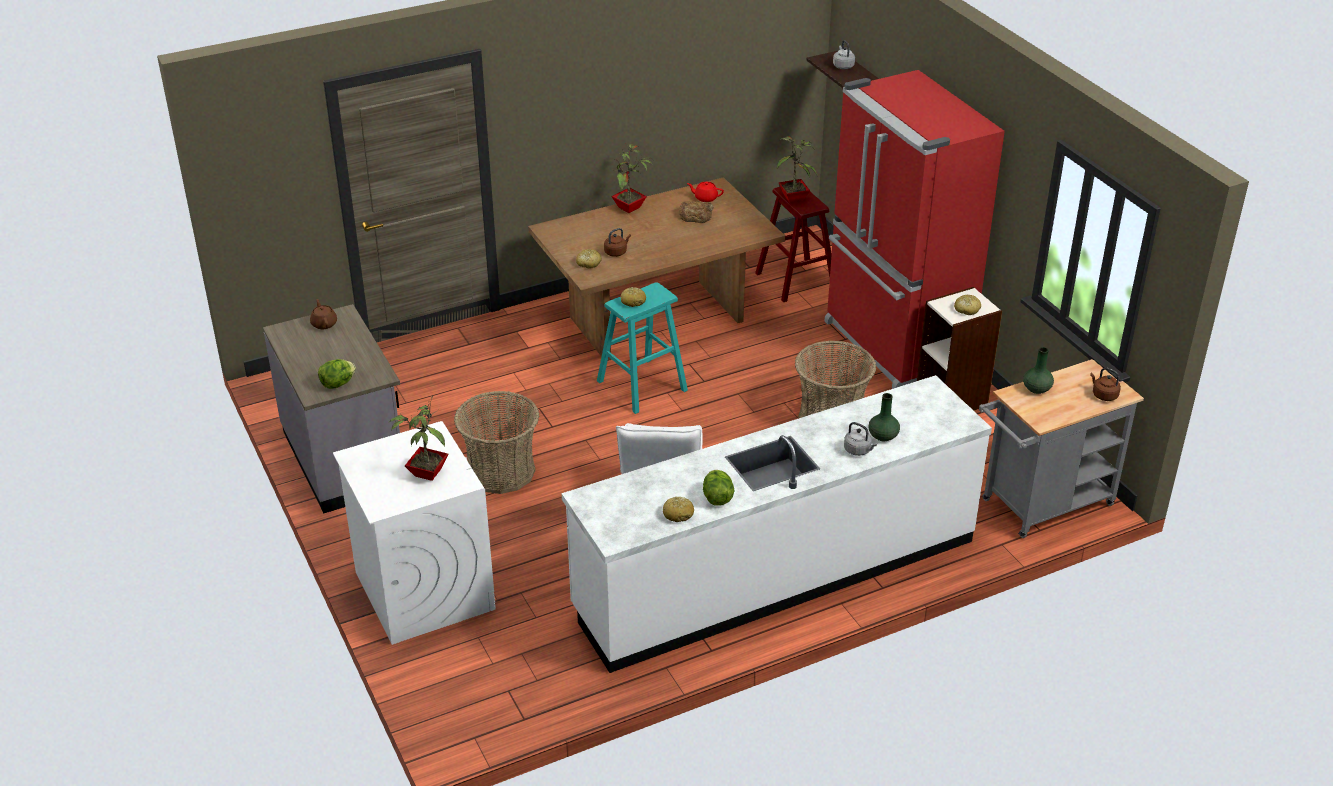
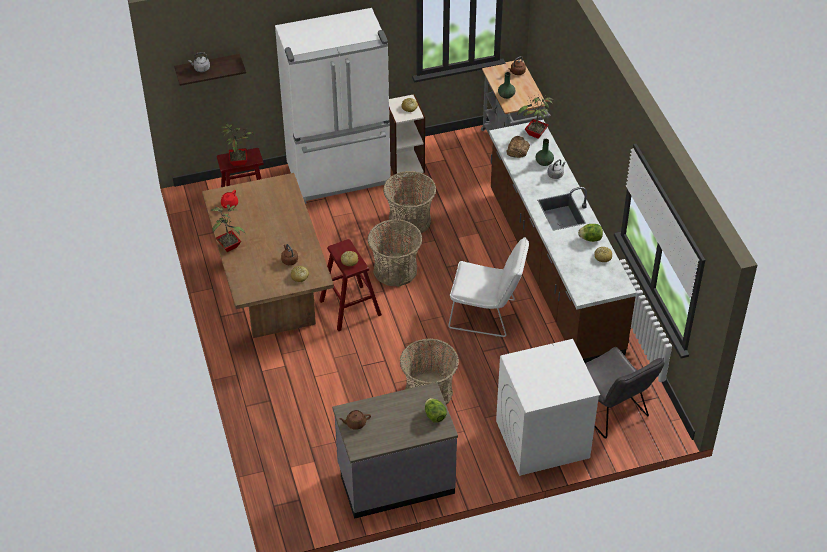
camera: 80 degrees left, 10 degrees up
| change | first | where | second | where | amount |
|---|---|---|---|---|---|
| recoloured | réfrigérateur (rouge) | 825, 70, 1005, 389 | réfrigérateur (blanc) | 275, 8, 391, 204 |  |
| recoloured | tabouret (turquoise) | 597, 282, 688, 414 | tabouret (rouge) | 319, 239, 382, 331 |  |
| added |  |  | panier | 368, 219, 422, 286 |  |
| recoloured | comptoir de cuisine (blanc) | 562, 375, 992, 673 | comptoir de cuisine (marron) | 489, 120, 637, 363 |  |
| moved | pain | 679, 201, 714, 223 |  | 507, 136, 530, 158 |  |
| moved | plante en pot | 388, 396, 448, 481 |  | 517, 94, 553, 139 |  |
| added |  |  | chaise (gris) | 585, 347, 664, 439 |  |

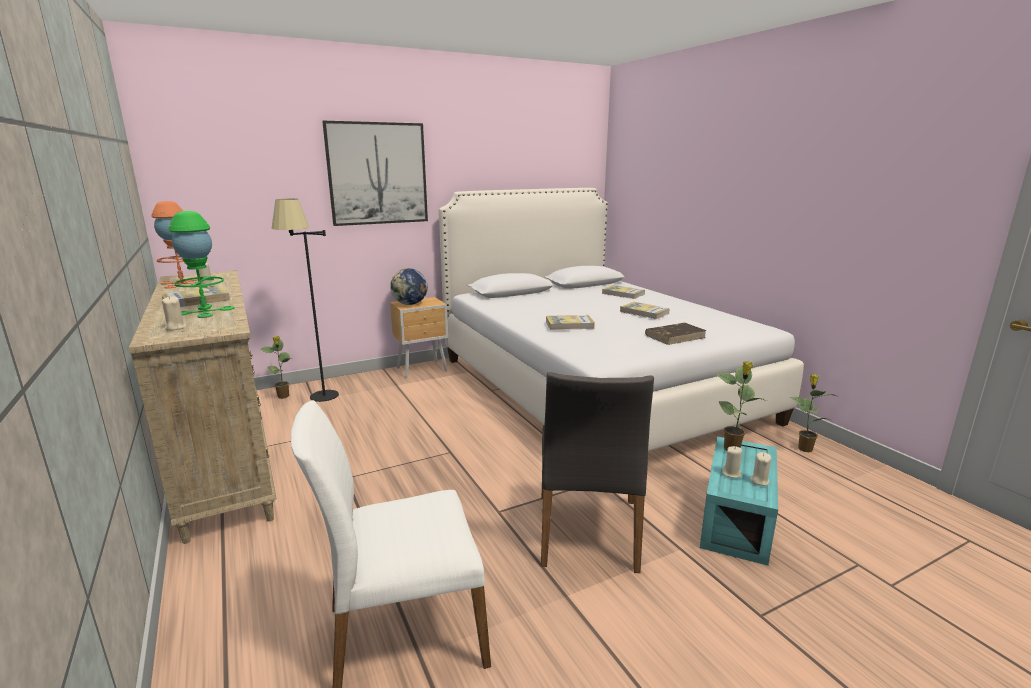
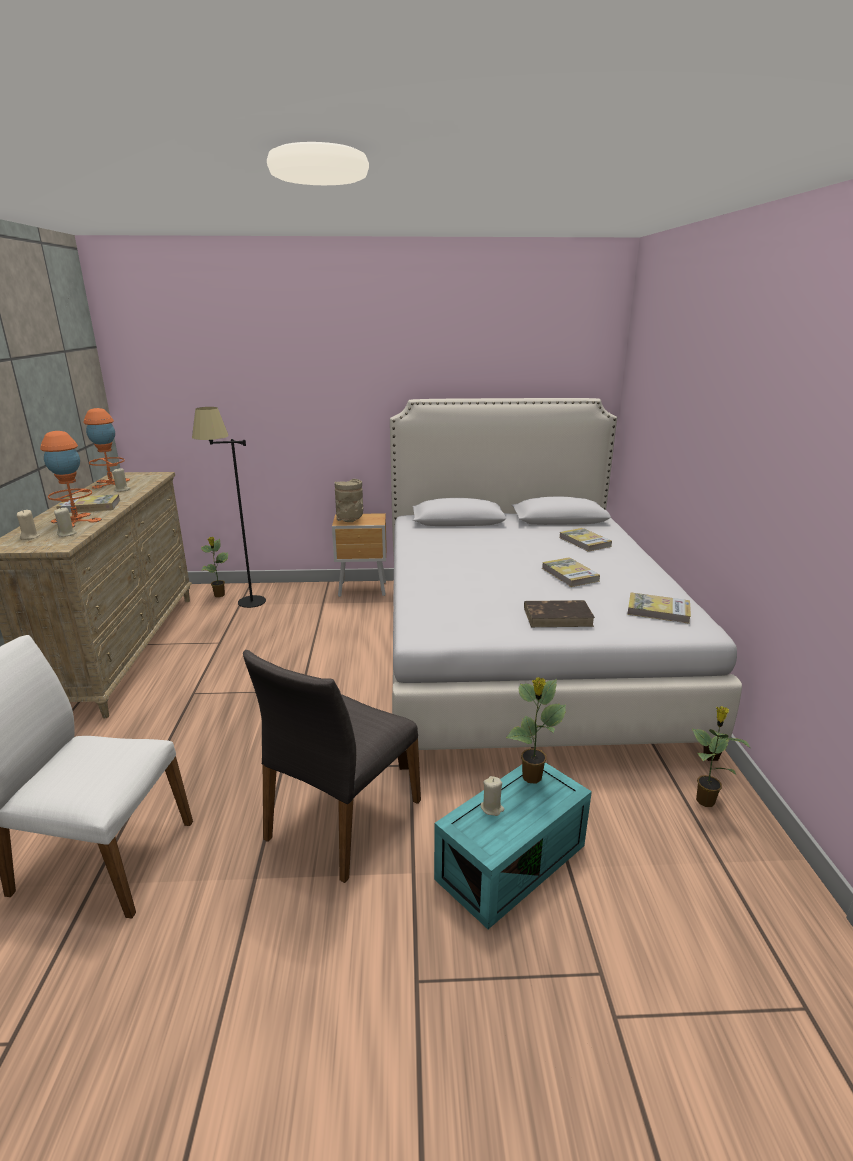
camera: 25 degrees right, 5 degrees up
| change | first | where | second | where | amount |
|---|---|---|---|---|---|
| recoloured | lampe de table (vert) | 168, 211, 234, 318 | lampe de table (orange) | 40, 431, 102, 527 |  |
| moved | bougie (beige) | 750, 452, 771, 486 |  | 54, 507, 77, 537 |  |
| replaced | globe | 390, 268, 428, 305 | vase (beige) | 334, 479, 363, 522 |  |
| moved | livre | 546, 315, 595, 330 |  | 627, 592, 691, 624 |  |
| removed | tableau | 322, 121, 428, 226 |  |  |  |

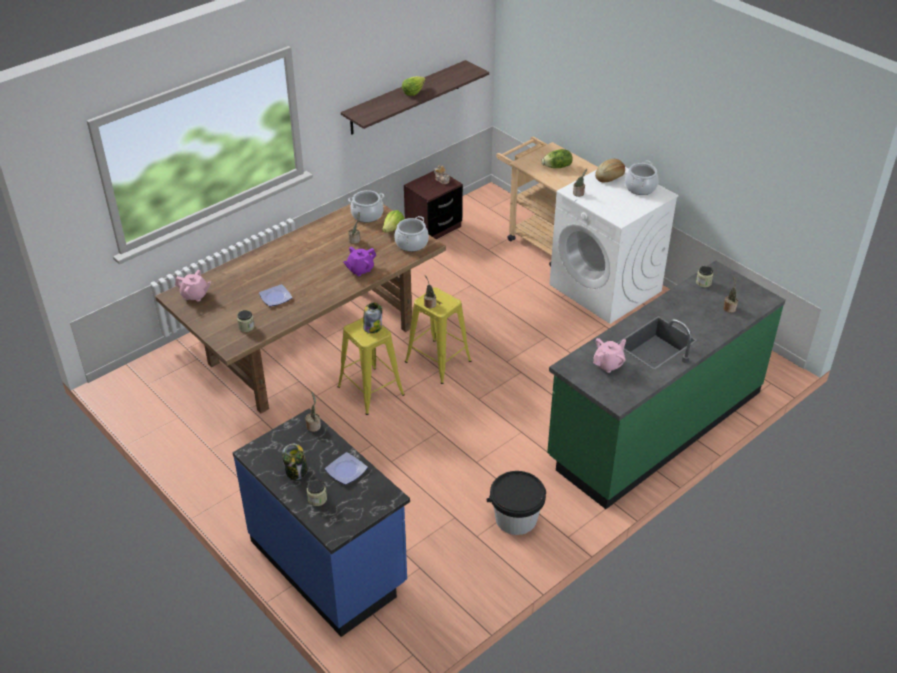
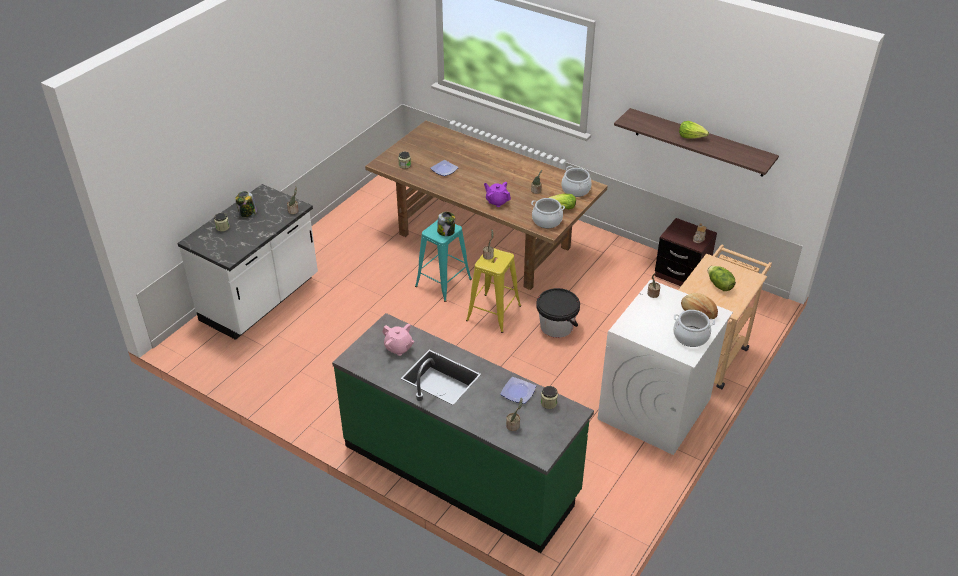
camera: 75 degrees right, 0 degrees up
| change | first | where | second | where | amount |
|---|---|---|---|---|---|
| recoloured | comptoir de cuisine (bleu) | 233, 409, 410, 637 | comptoir de cuisine (blanc) | 178, 184, 318, 340 |  |
| recoloured | tabouret (jaune) | 337, 317, 405, 415 | tabouret (turquoise) | 415, 220, 472, 302 |  |
| moved | assiette | 325, 452, 368, 485 |  | 500, 377, 536, 404 |  |
| moved | seau (noir) | 486, 471, 546, 535 |  | 536, 288, 580, 338 |  |
| removed | théière (rose) | 175, 270, 211, 301 |  |  |  |

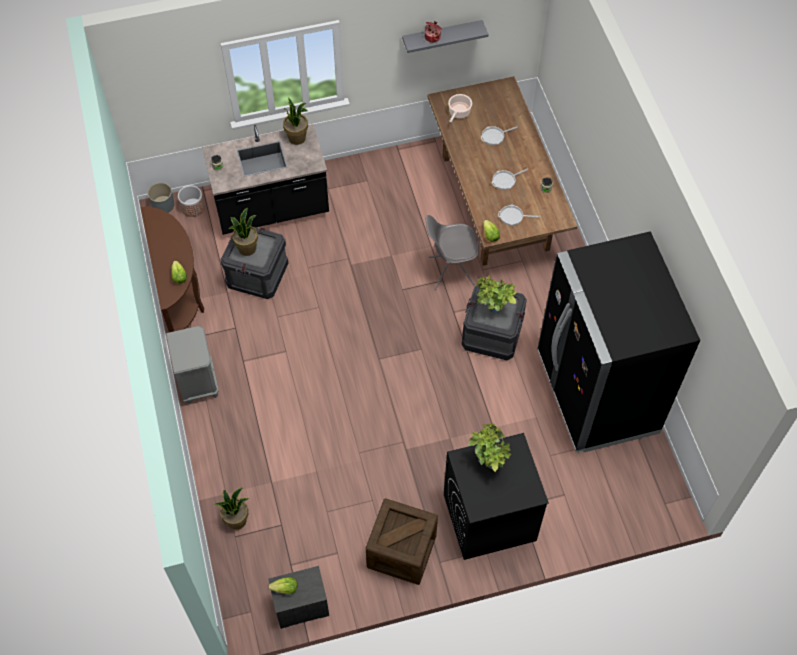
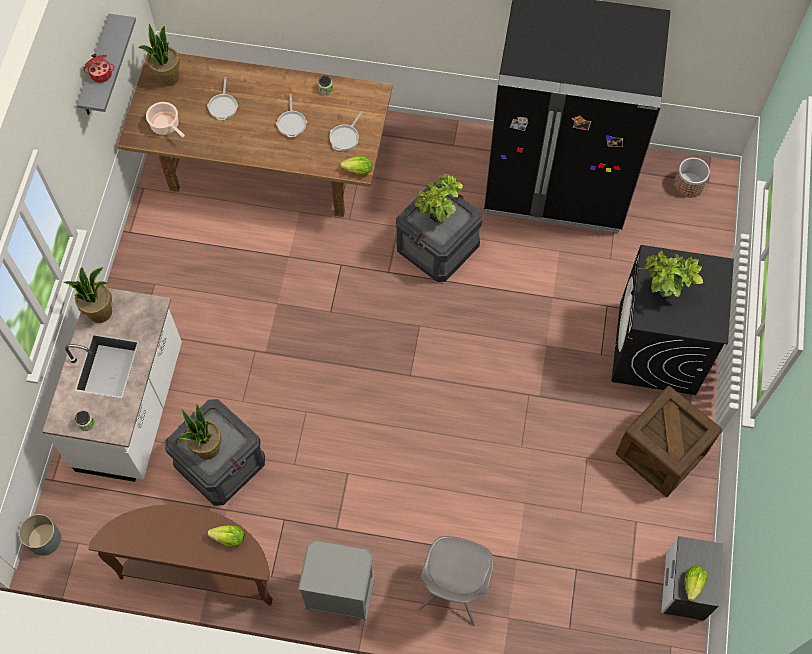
camera: 65 degrees left, 5 degrees up
| change | first | where | second | where | amount |
|---|---|---|---|---|---|
| recoloured | comptoir de cuisine (noir) | 202, 124, 329, 235 | comptoir de cuisine (blanc) | 42, 288, 182, 482 |  |
| moved | plante en pot | 214, 487, 249, 530 |  | 138, 24, 180, 86 |  |
| moved | chaise (gris) | 426, 215, 479, 290 |  | 419, 536, 493, 626 |  |
| moved | cache-pot | 178, 185, 205, 217 |  | 674, 158, 710, 198 |  |

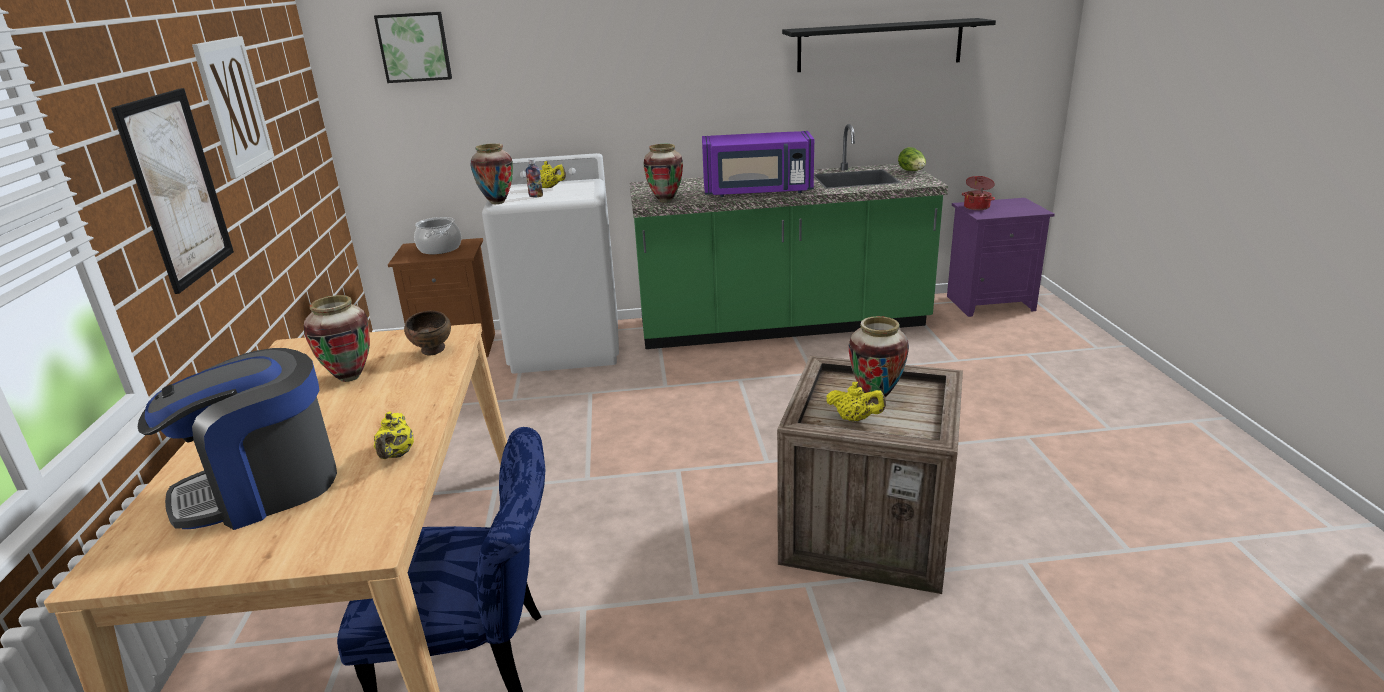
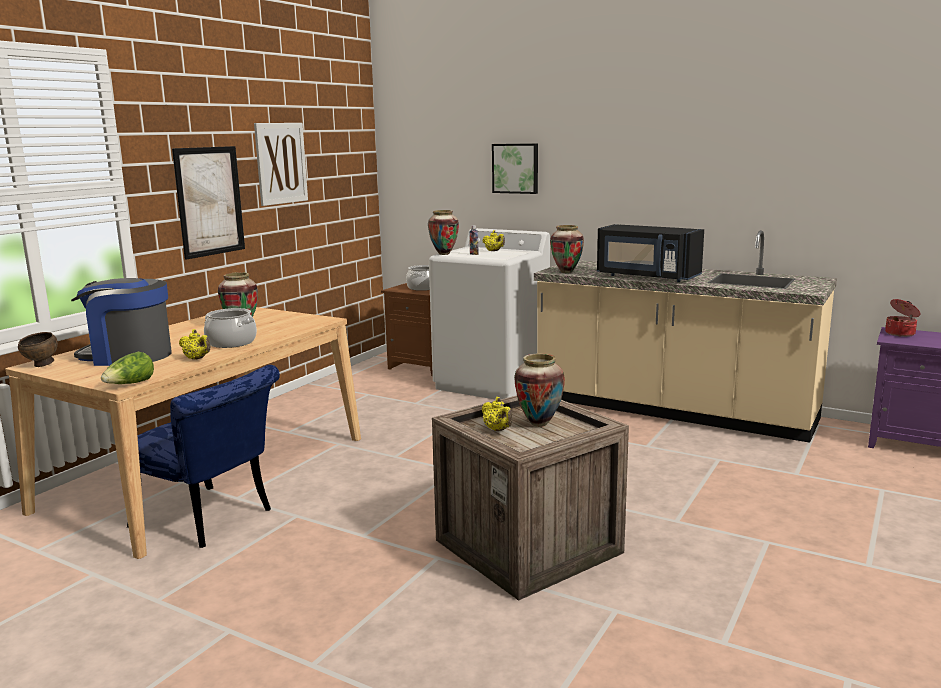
camera: 35 degrees right, 10 degrees down
| change | first | where | second | where | amount |
|---|---|---|---|---|---|
| moved | bol (marron) | 404, 311, 451, 356 |  | 18, 332, 58, 367 |  |
| moved | laitue | 898, 147, 926, 171 |  | 101, 351, 154, 384 |  |
| turned | théière (jaune) | 374, 411, 414, 459 |  | 179, 329, 211, 360 | 90 degrees counterclockwise |
| added |  |  | marmite | 204, 308, 257, 348 |  |
| moved | tableau | 374, 12, 452, 83 |  | 492, 143, 538, 194 |  |
| recoloured | comptoir de cuisine (vert) | 630, 124, 948, 349 | comptoir de cuisine (beige) | 534, 230, 837, 443 |  |
| recoloured | micro-ondes (violet) | 702, 131, 814, 197 | micro-ondes (noir) | 597, 224, 704, 282 |  |
| removed | étagère (noir) | 782, 18, 996, 72 |  |  |  |

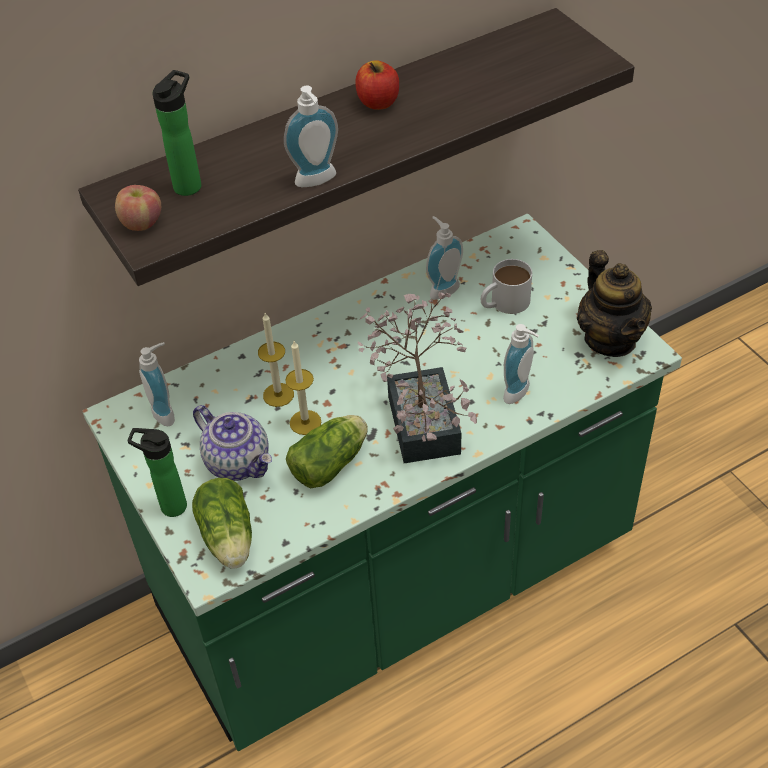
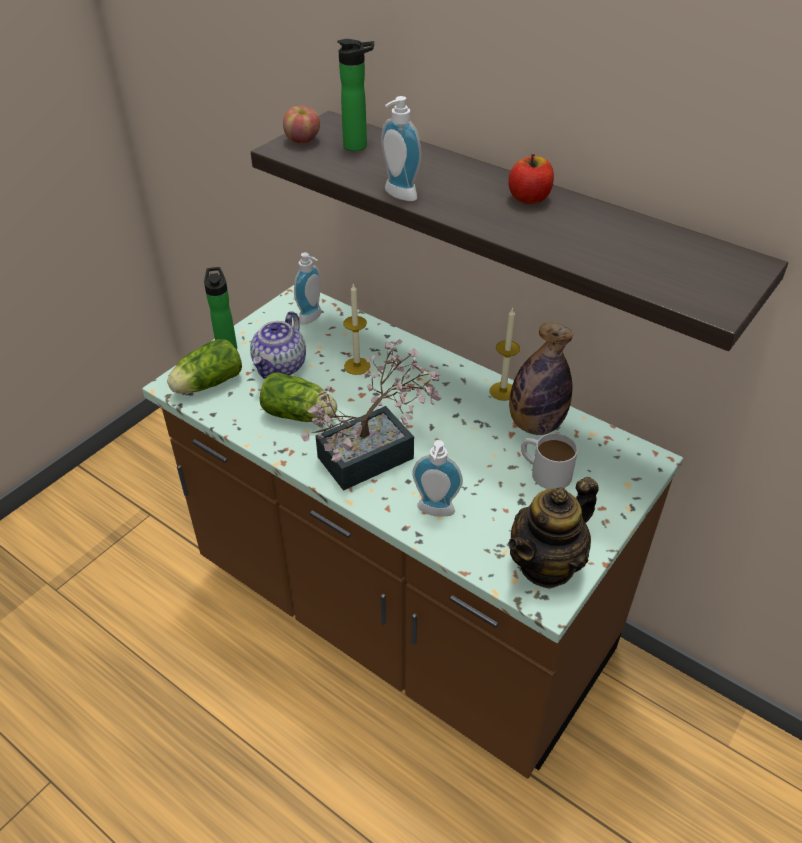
camera: 65 degrees right, 5 degrees down
| change | first | where | second | where | amount |
|---|---|---|---|---|---|
| recoloured | comptoir de cuisine (vert) | 82, 214, 682, 751 | comptoir de cuisine (marron) | 142, 285, 683, 779 |  |
| moved | bougie | 285, 341, 321, 435 |  | 489, 307, 520, 401 |  |
| replaced | distributeur de savon | 426, 216, 463, 299 | bouteille | 509, 323, 573, 435 |  |

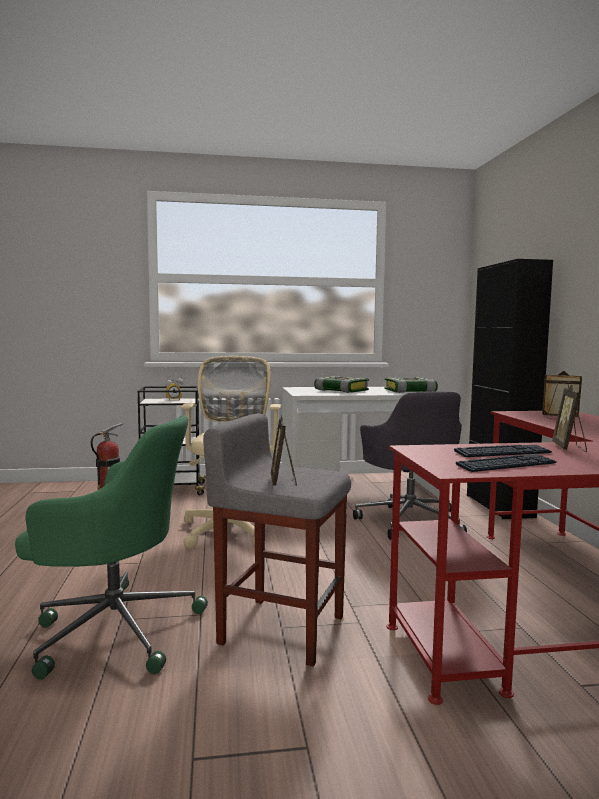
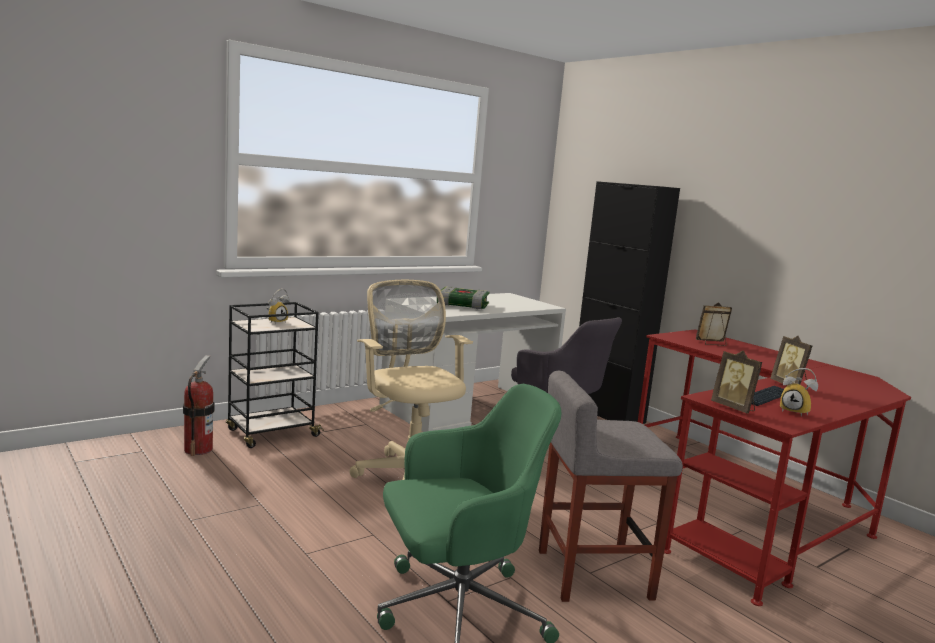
camera: 30 degrees left, 5 degrees up
| change | first | where | second | where | amount |
|---|---|---|---|---|---|
| moved | cadre photo | 271, 416, 297, 486 |  | 711, 351, 762, 413 |  |
| replaced | clavier | 456, 454, 557, 472 | réveil | 780, 368, 818, 417 |  |
| removed | livre | 385, 377, 438, 393 |  |  |  |

